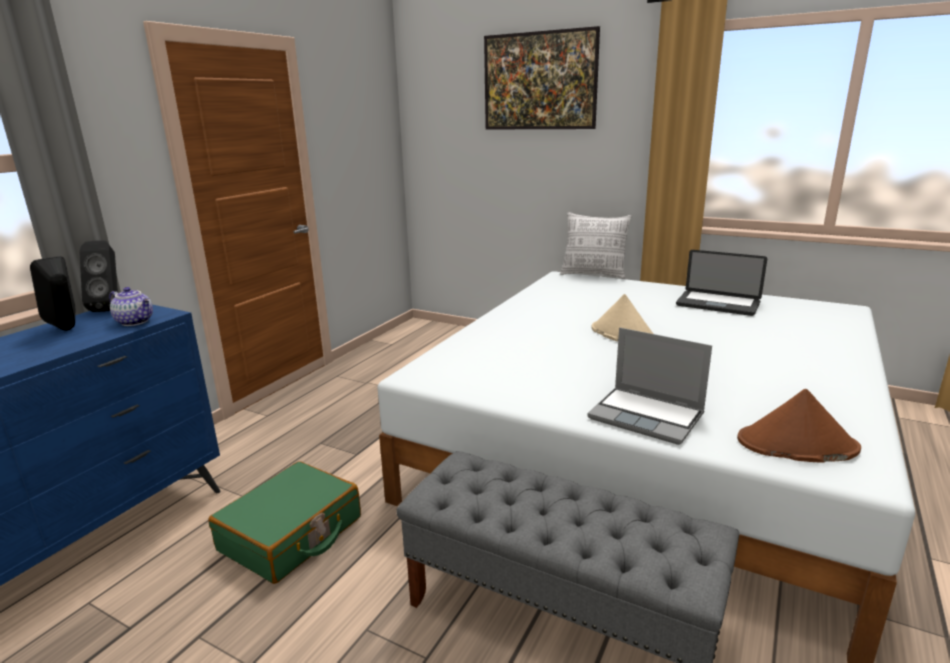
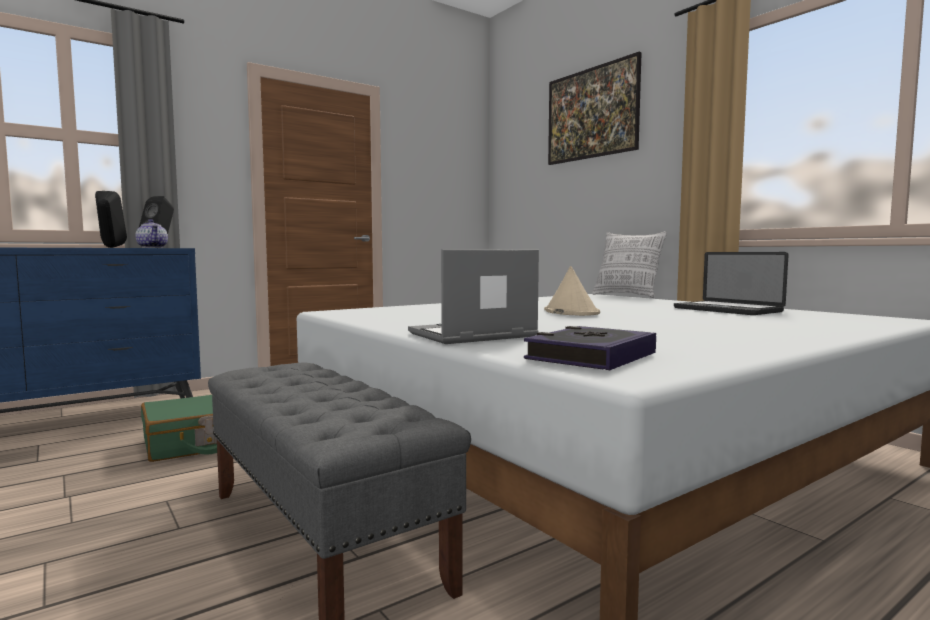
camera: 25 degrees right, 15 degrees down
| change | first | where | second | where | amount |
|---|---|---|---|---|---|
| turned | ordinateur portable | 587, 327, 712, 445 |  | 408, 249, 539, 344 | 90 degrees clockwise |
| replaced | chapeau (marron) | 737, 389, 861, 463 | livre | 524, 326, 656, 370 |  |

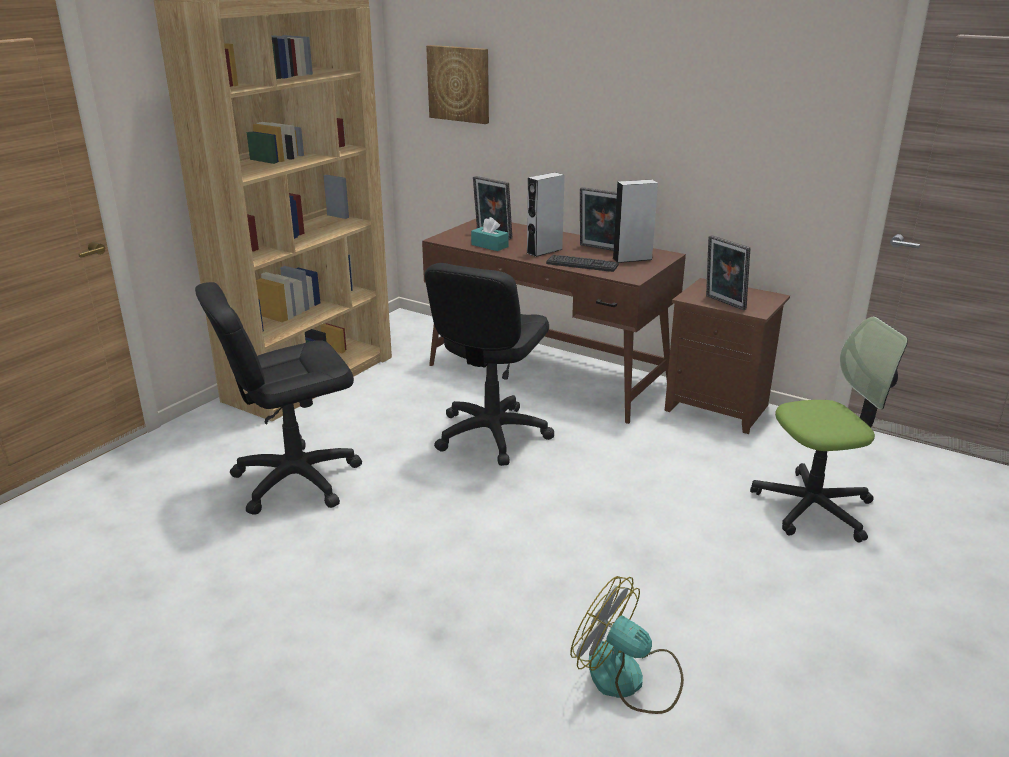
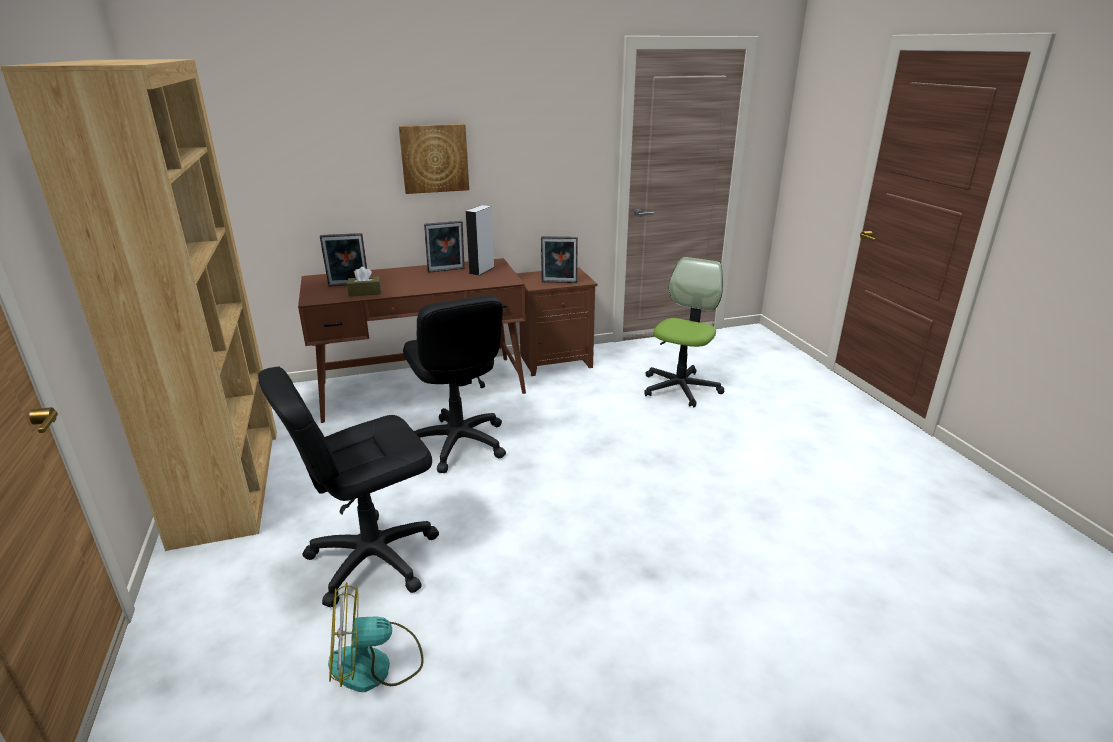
camera: 50 degrees left, 0 degrees up
| change | first | where | second | where | amount |
|---|---|---|---|---|---|
| turned | chaise de bureau (noir) | 195, 282, 362, 515 |  | 258, 366, 439, 608 | 45 degrees clockwise |
| moved | ventilateur | 570, 576, 684, 714 |  | 328, 582, 424, 692 |  |
| recoloured | boîte à mouchoirs (turquoise) | 471, 217, 509, 251 | boîte à mouchoirs (marron) | 347, 267, 381, 297 |  |
| moved | tableau | 426, 45, 489, 124 |  | 399, 124, 469, 194 |  |
| removed | enceinte (gris) | 527, 172, 565, 257 |  |  |  |
| removed | clavier | 546, 254, 619, 272 |  |  |  |

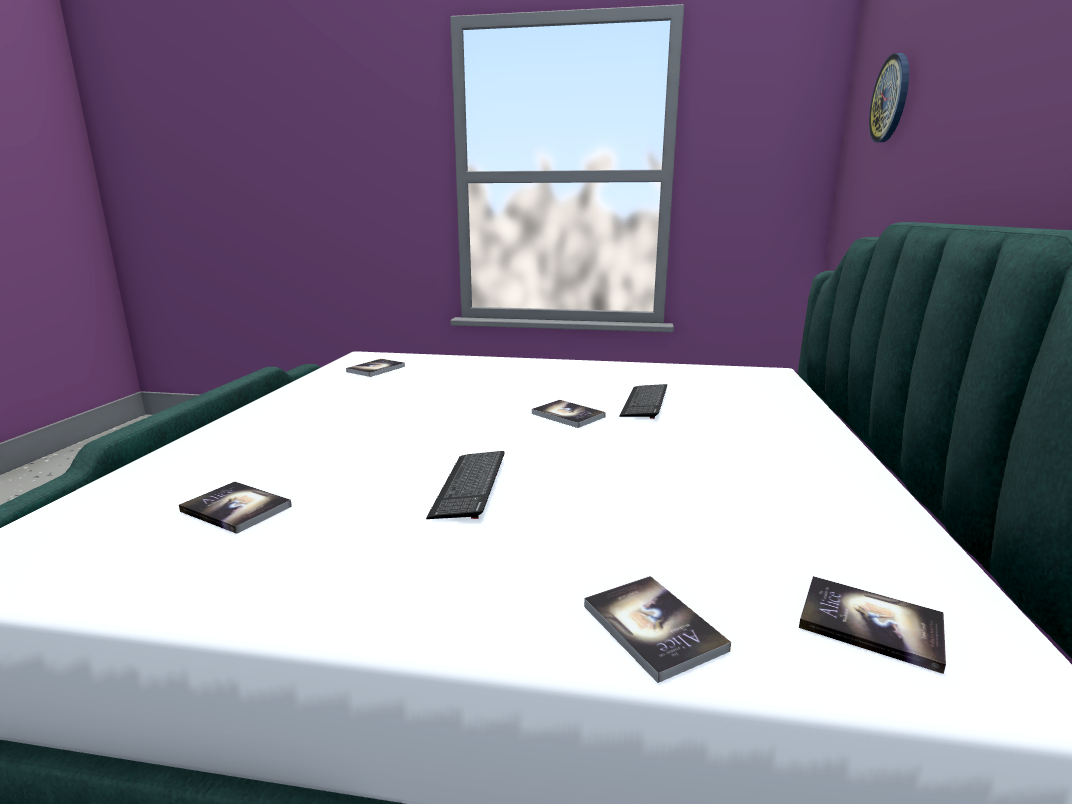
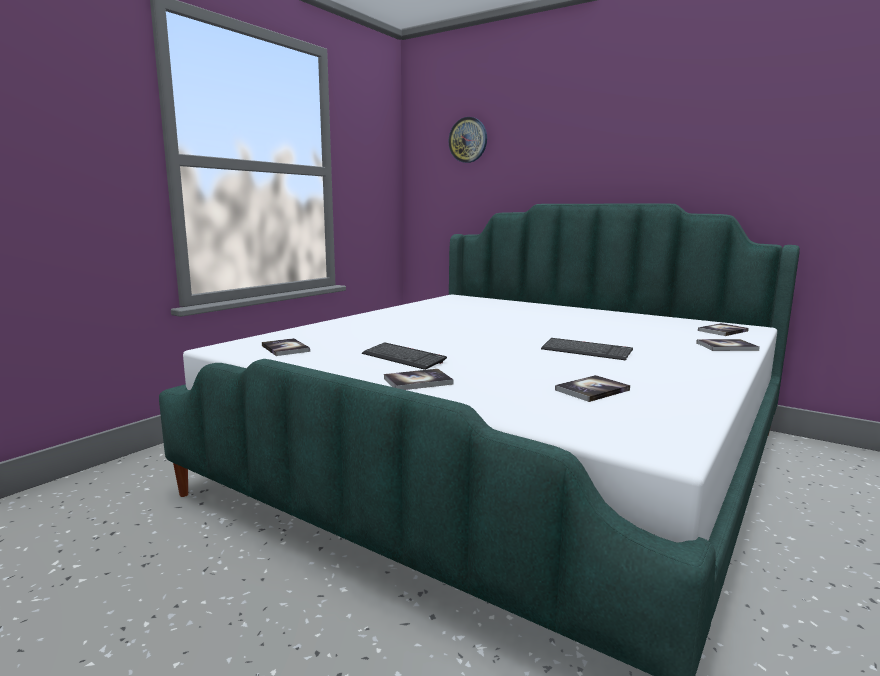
camera: 65 degrees left, 5 degrees down
| change | first | where | second | where | amount |
|---|---|---|---|---|---|
| moved | clavier | 619, 384, 667, 419 |  | 362, 343, 447, 370 |  |
| moved | livre | 532, 400, 606, 428 |  | 384, 369, 453, 390 |  |

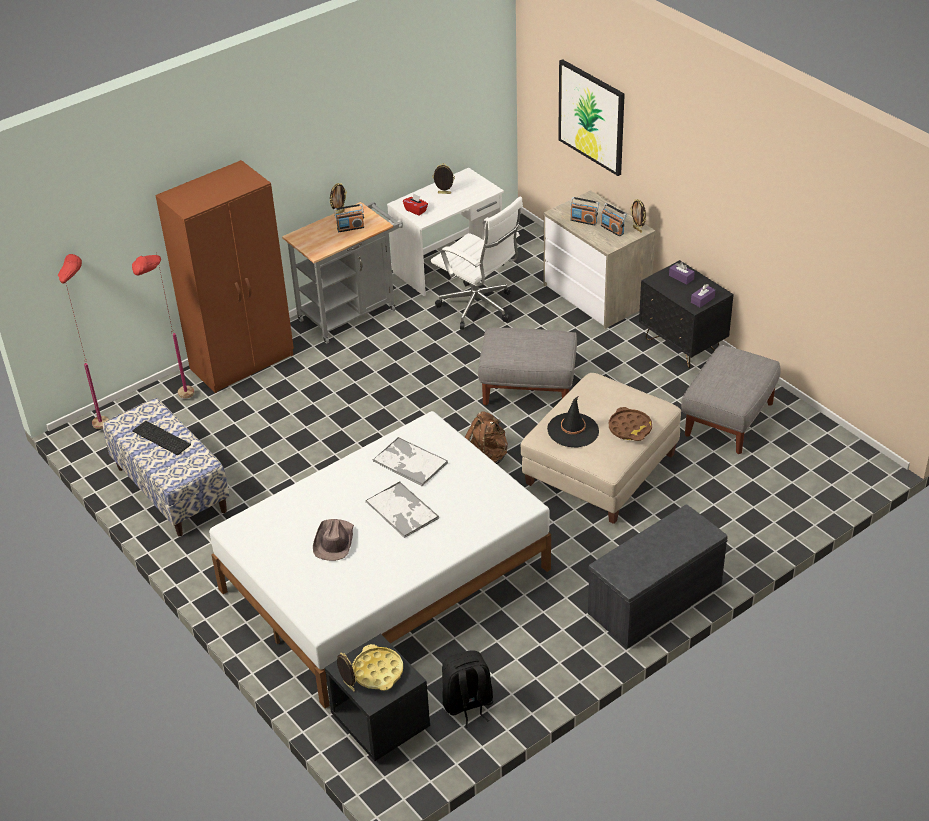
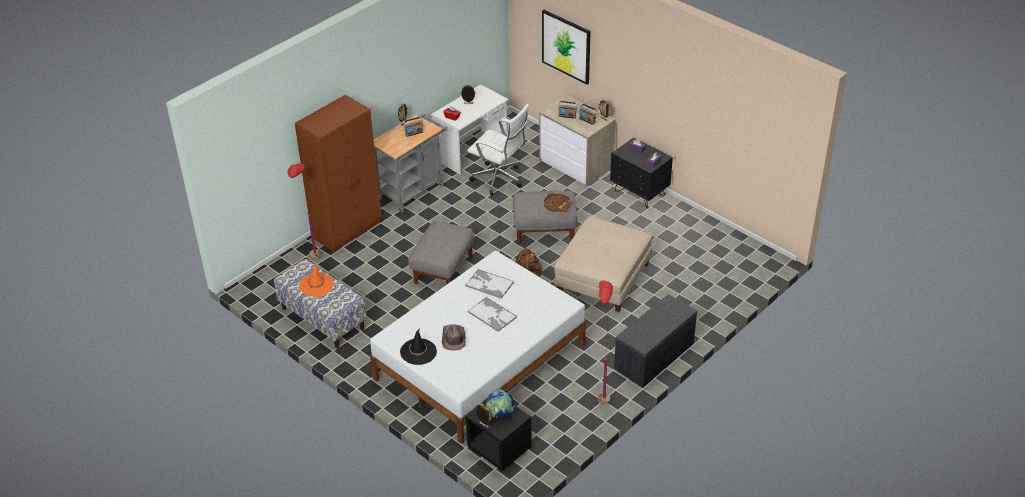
camera: 10 degrees left, 0 degrees up
| change | first | where | second | where | amount |
|---|---|---|---|---|---|
| replaced | clavier | 132, 421, 191, 455 | chapeau (orange) | 299, 263, 334, 296 |  |
| moved | chapeau (noir) | 547, 396, 599, 448 |  | 400, 328, 437, 365 |  |
| moved | pouf (gris) | 681, 345, 781, 454 |  | 408, 221, 474, 285 |  |
| replaced | plateau (jaune) | 352, 644, 403, 691 | globe | 485, 389, 515, 419 |  |
| moved | plateau (marron) | 609, 407, 652, 441 |  | 544, 193, 571, 212 |  |
| moved | lampadaire (rouge) | 58, 254, 109, 429 |  | 598, 280, 613, 404 |  |
| removed | sac à dos (noir) | 442, 650, 493, 728 |  |  |  |

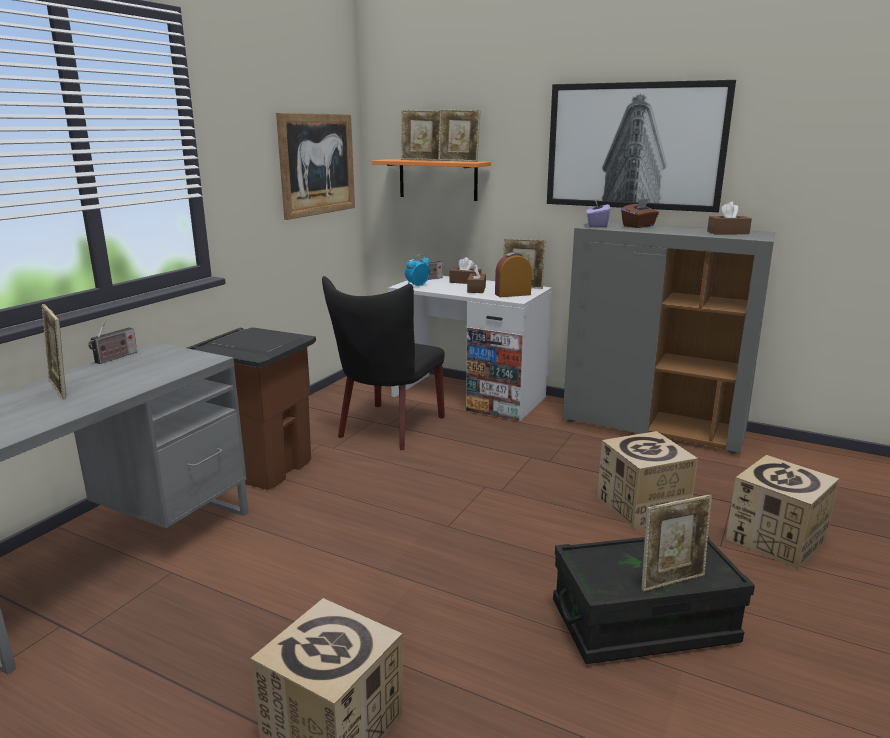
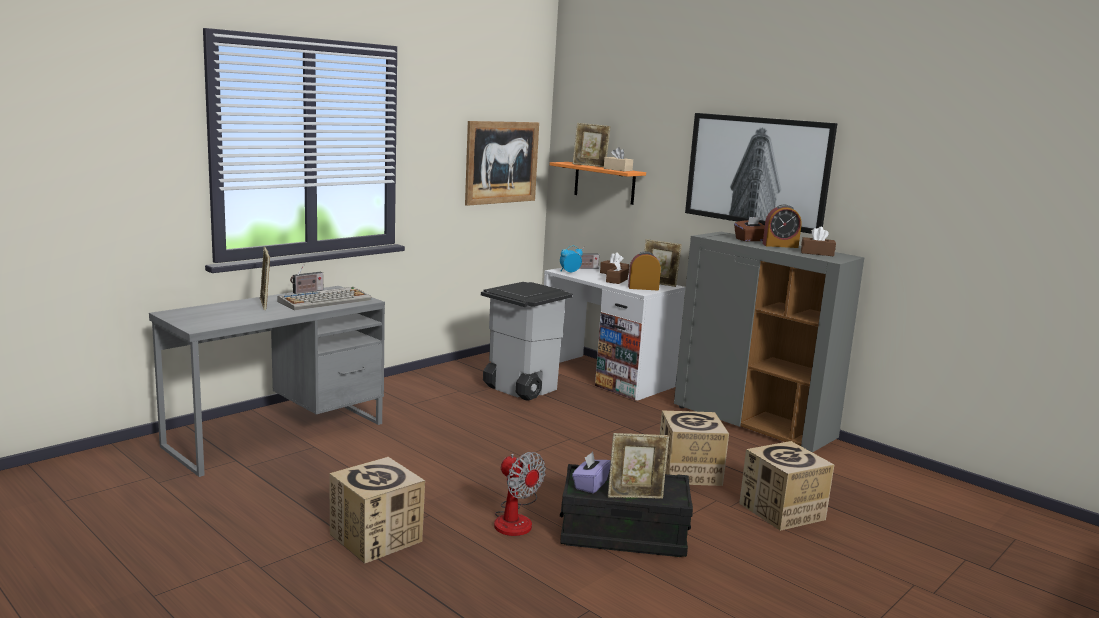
camera: 15 degrees right, 5 degrees down
| change | first | where | second | where | amount |
|---|---|---|---|---|---|
| added |  |  | clavier | 278, 287, 372, 310 |  |
| replaced | chaise (noir) | 322, 276, 445, 450 | poubelle (gris) | 481, 282, 573, 400 |  |
| added |  |  | ventilateur | 494, 452, 546, 536 |  |
| moved | boîte à mouchoirs (violet) | 586, 197, 610, 228 |  | 572, 452, 611, 493 |  |
| replaced | cadre photo | 438, 109, 481, 162 | boîte à mouchoirs (beige) | 604, 147, 633, 171 |  |
| added |  |  | réveil | 763, 204, 801, 248 |  |
| removed | poubelle (marron) | 187, 327, 316, 490 |  |  |  |

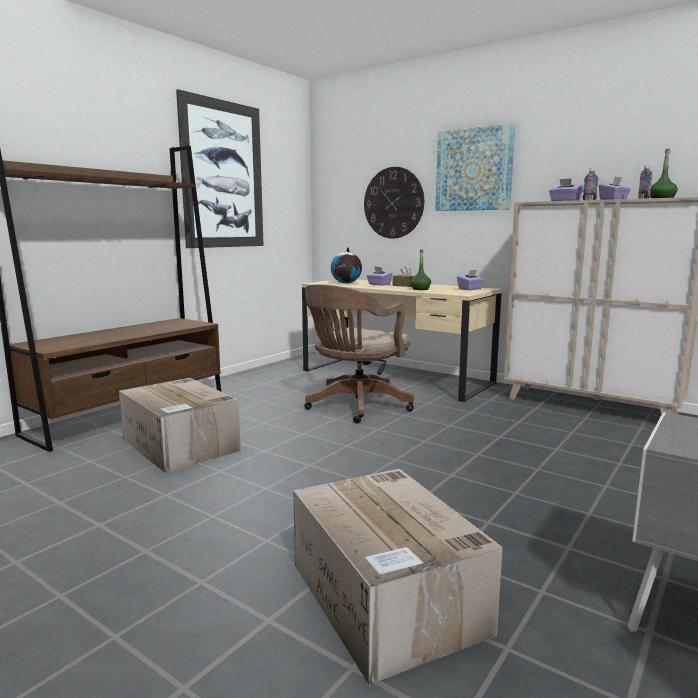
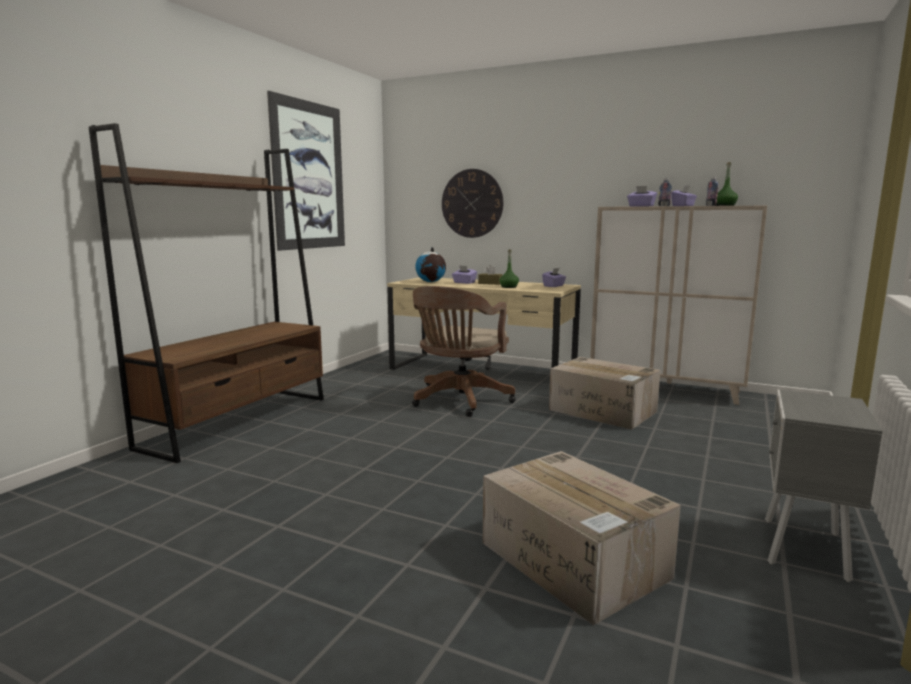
camera: 10 degrees left, 0 degrees up
| change | first | where | second | where | amount |
|---|---|---|---|---|---|
| moved | carton | 119, 378, 241, 473 |  | 549, 357, 660, 430 |  |
| removed | tableau | 435, 123, 515, 211 |  |  |  |

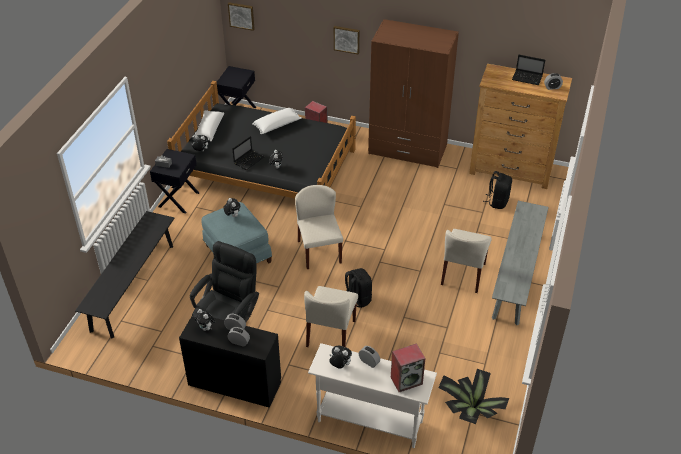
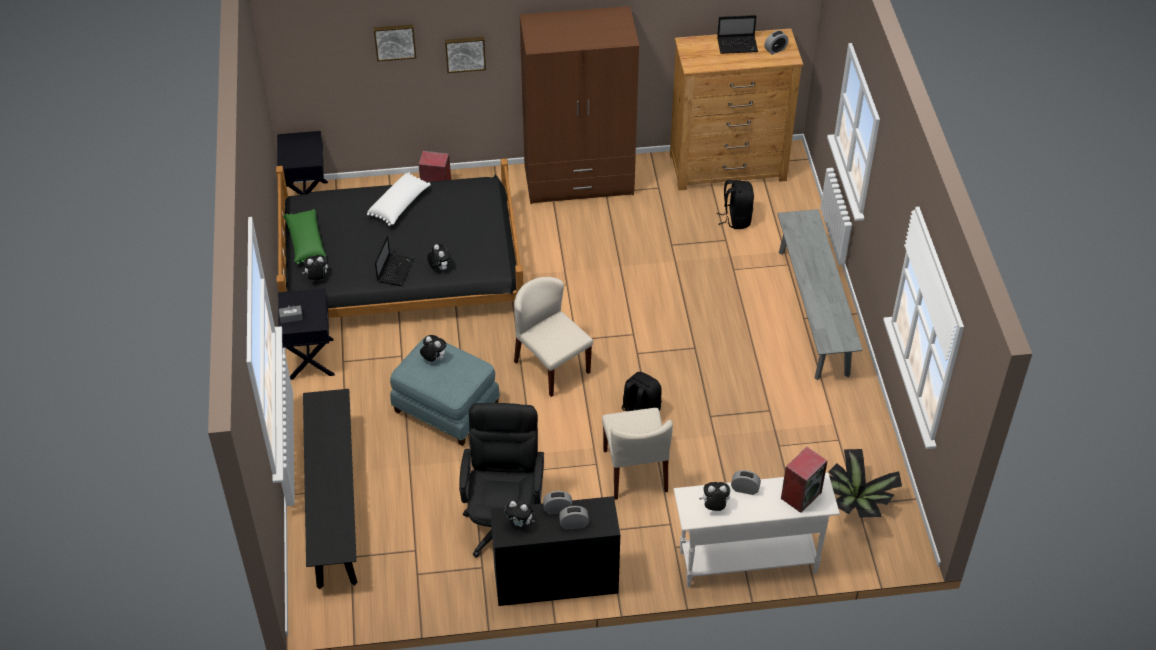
camera: 25 degrees left, 5 degrees up
| change | first | where | second | where | amount |
|---|---|---|---|---|---|
| recoloured | coussin (blanc) | 193, 110, 224, 141 | coussin (vert) | 283, 209, 326, 264 |  |
| moved | tableau | 228, 2, 254, 31 |  | 374, 24, 416, 62 |  |
| removed | chaise (beige) | 441, 229, 492, 293 |  |  |  |

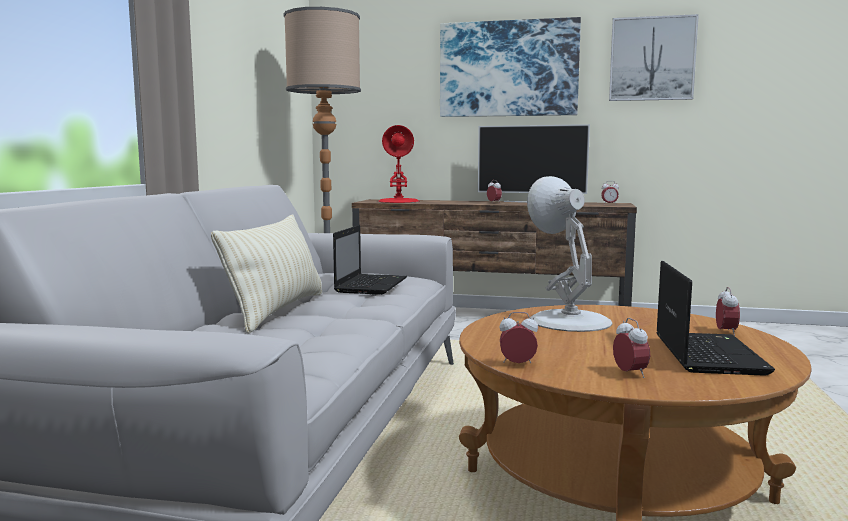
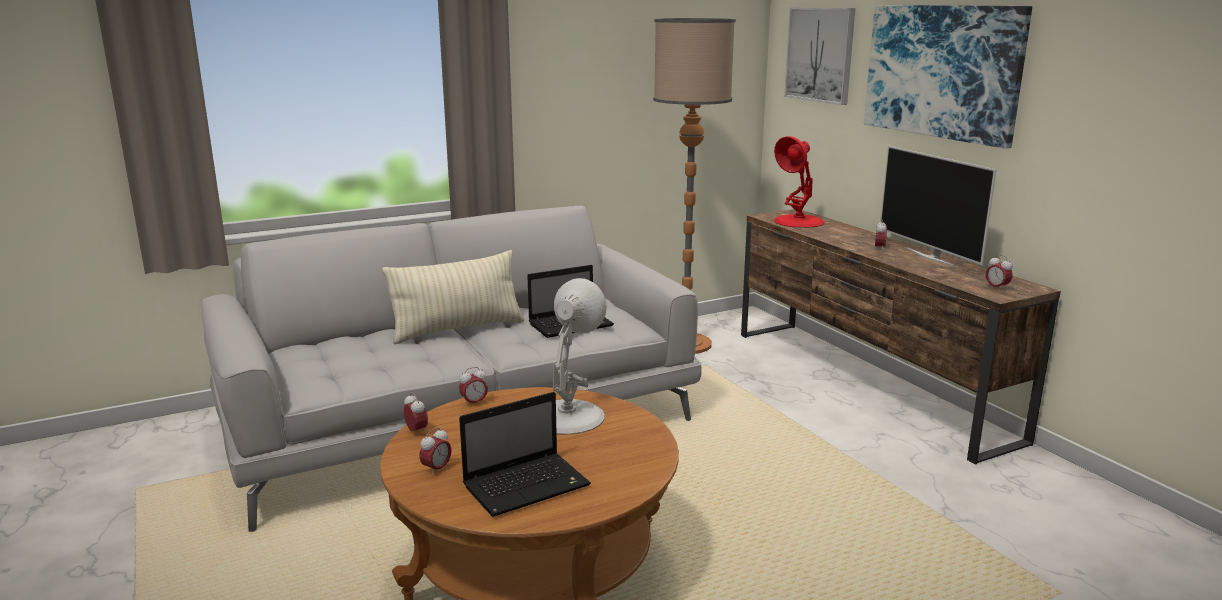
camera: 50 degrees right, 10 degrees up
| change | first | where | second | where | amount |
|---|---|---|---|---|---|
| moved | réveil | 716, 287, 740, 336 |  | 459, 367, 488, 407 |  |
| moved | tableau | 609, 14, 699, 101 |  | 784, 8, 855, 105 |  |

